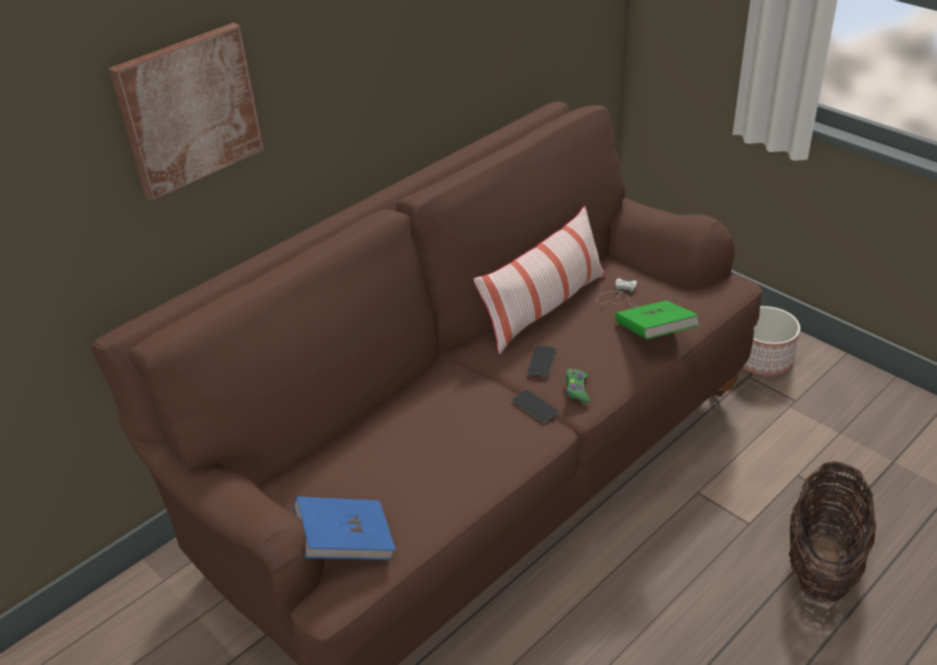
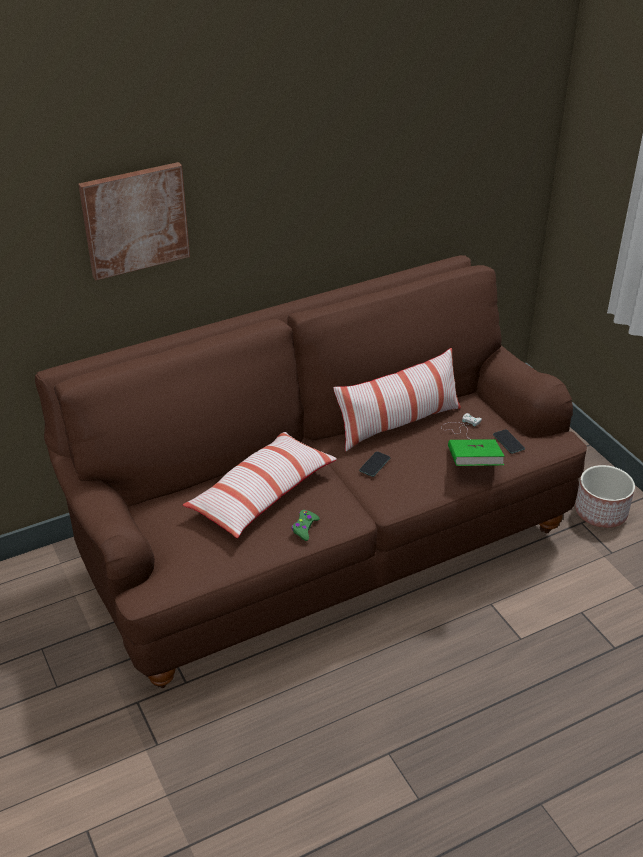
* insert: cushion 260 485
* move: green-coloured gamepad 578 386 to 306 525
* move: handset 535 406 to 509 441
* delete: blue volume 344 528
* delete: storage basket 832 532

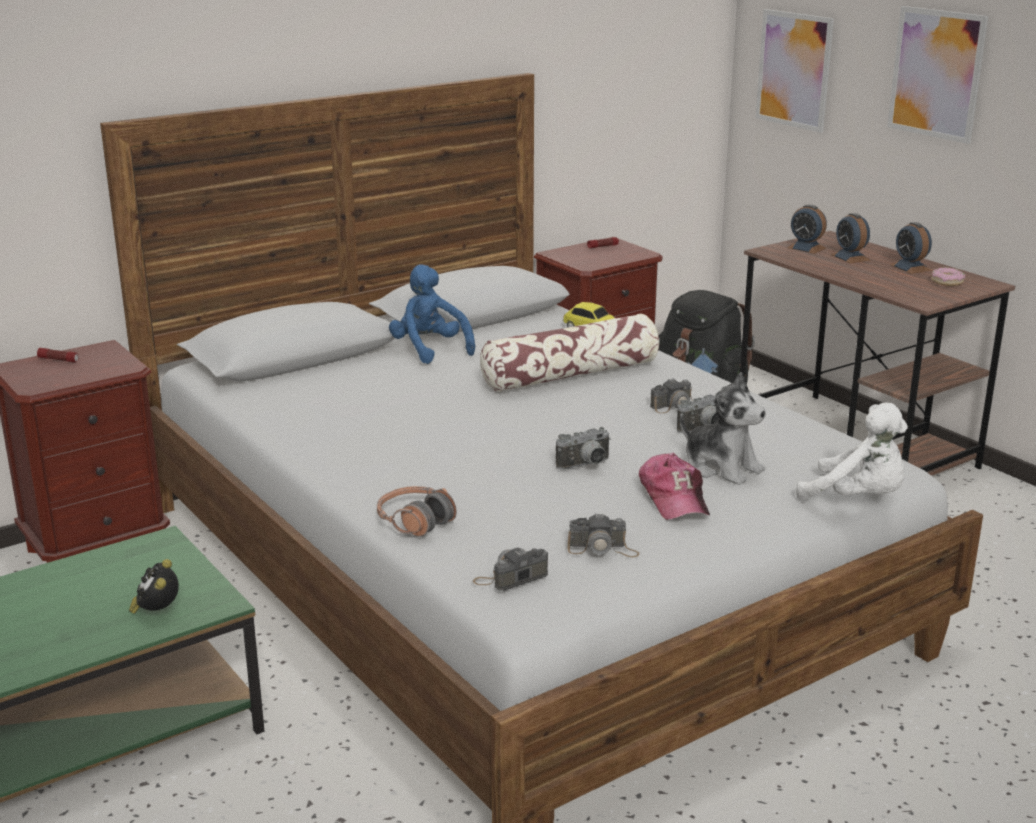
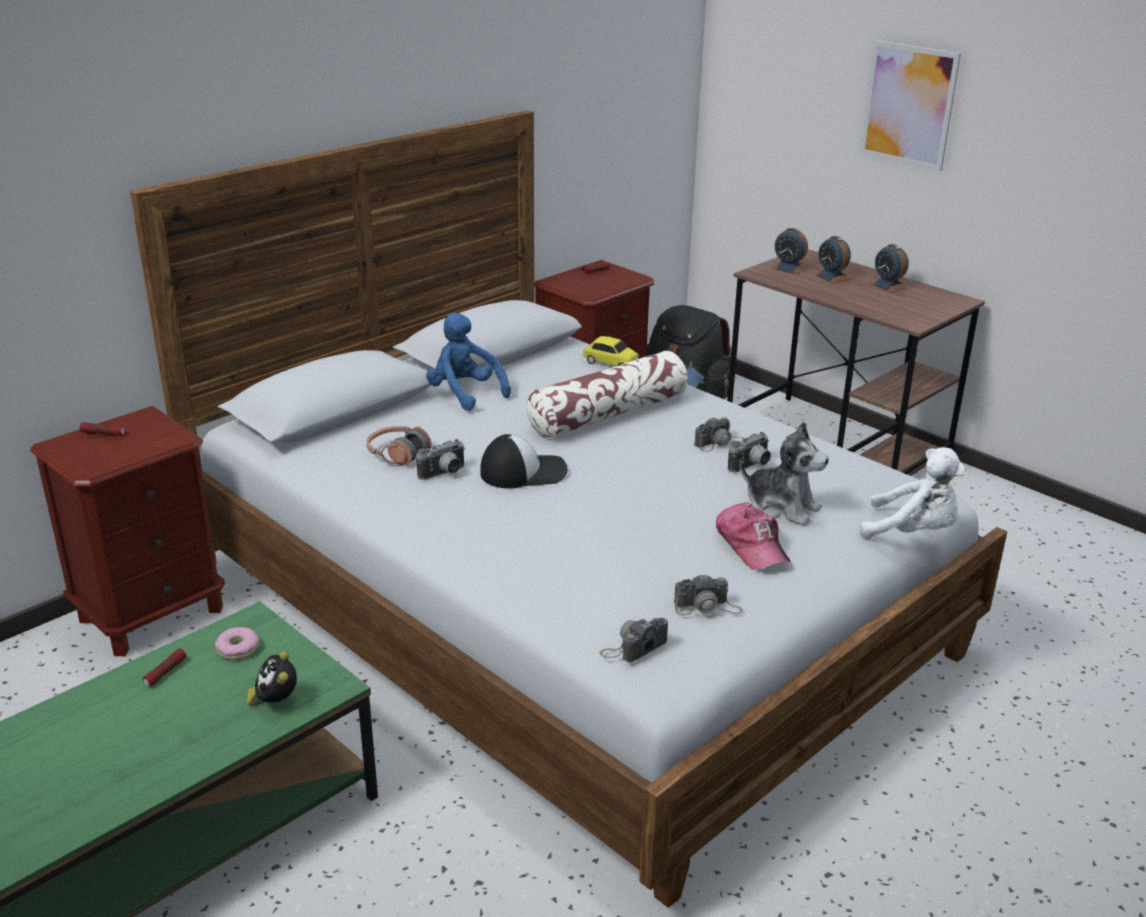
* insert: hand torch 164 668
* move: ring doughnut 948 276 to 237 643
* move: headphones 417 511 to 399 446
* move: photo camera 583 448 to 440 459
* insert: baseball cap 524 461
* delete: wall picture 795 71

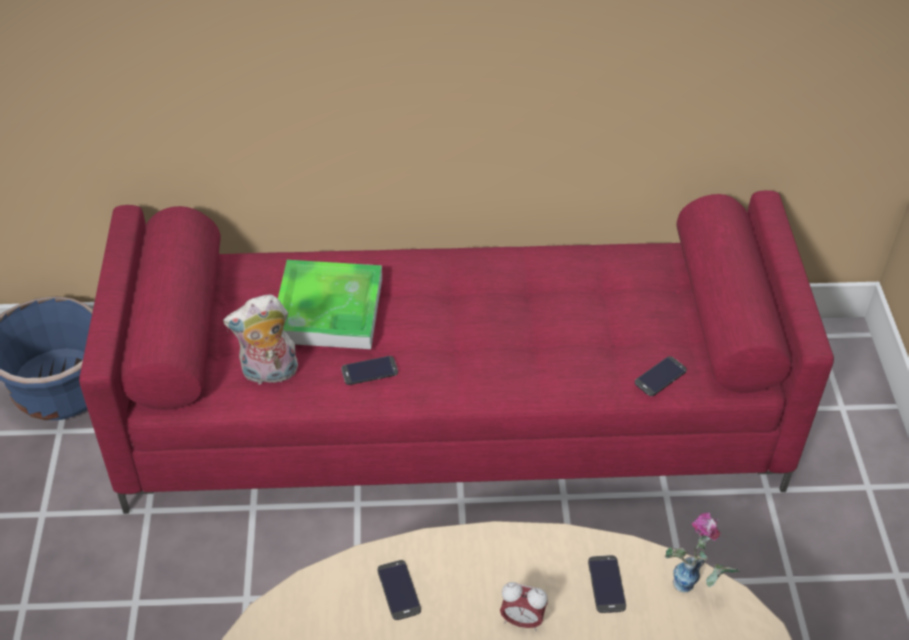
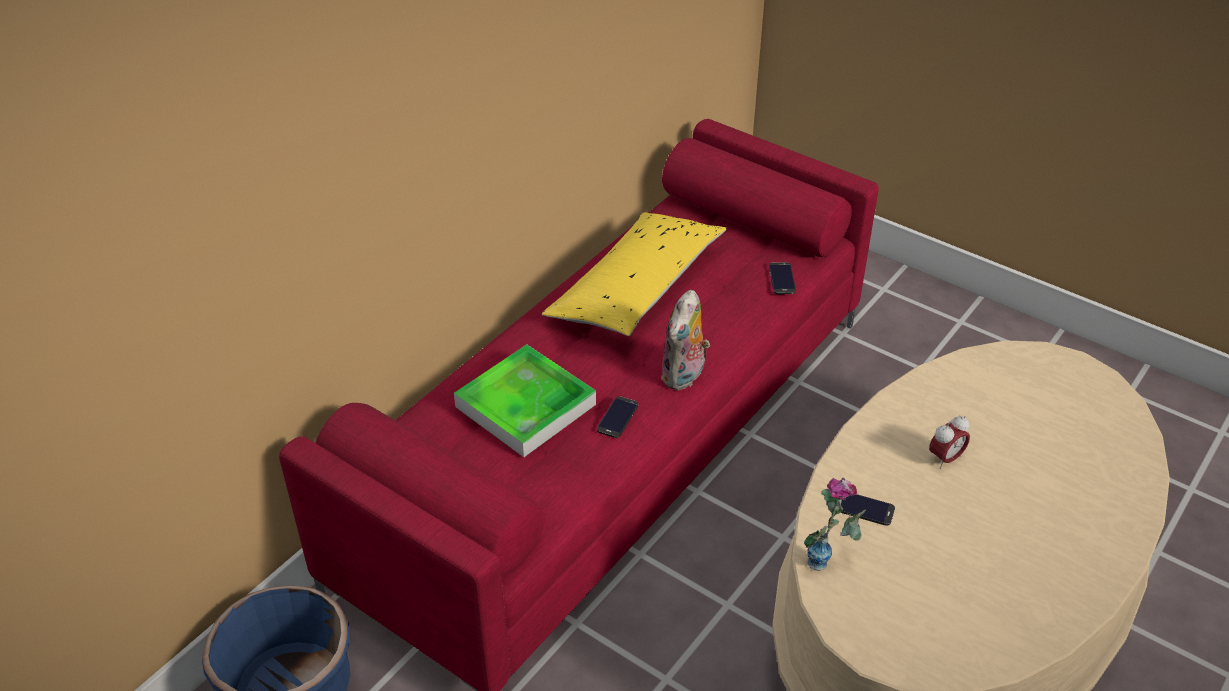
* insert: yellowish cushion 634 274
* move: plush toy 260 339 to 685 340
* move: vase 702 552 to 835 524
* delete: handset 607 584

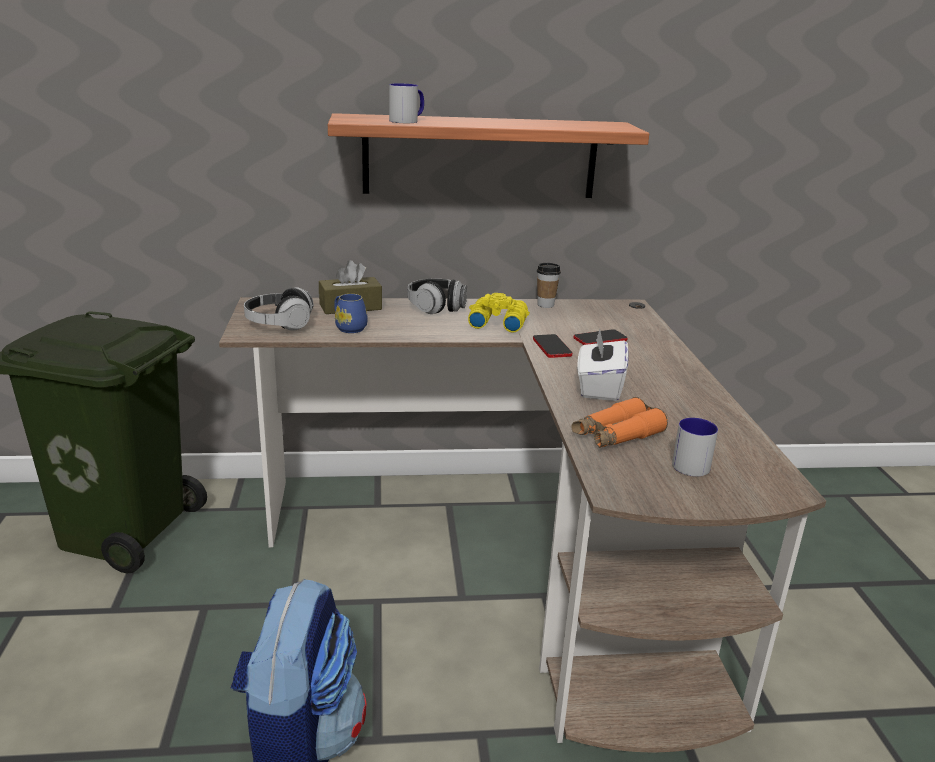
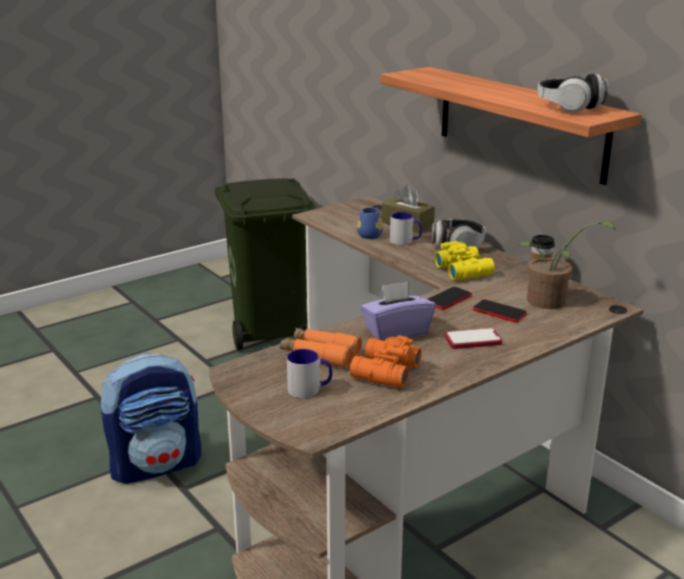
* insert: orange-coloured binoculars 385 361
* recolor: white-coloured box of tissues 603 365 to purple-coloured box of tissues 398 311
* move: coffee mug 406 103 to 406 228
* insert: handset 473 338
* insert: houseplant 567 265
* move: headphones 279 309 to 573 92

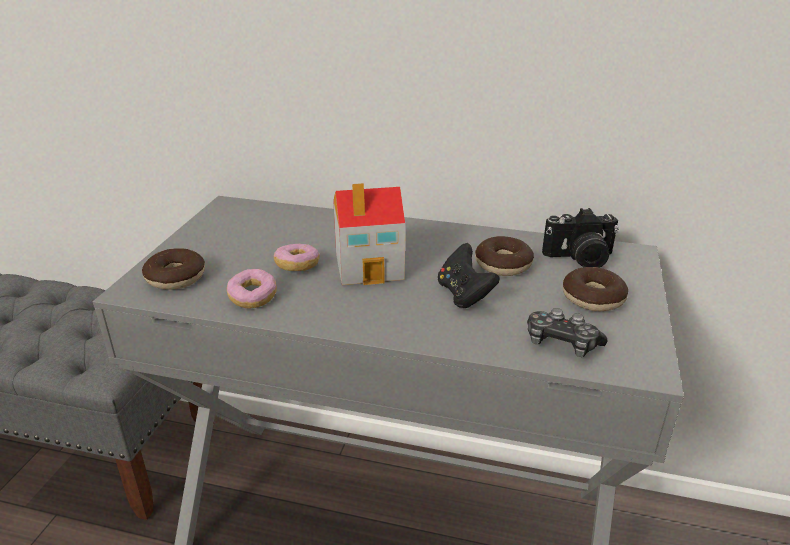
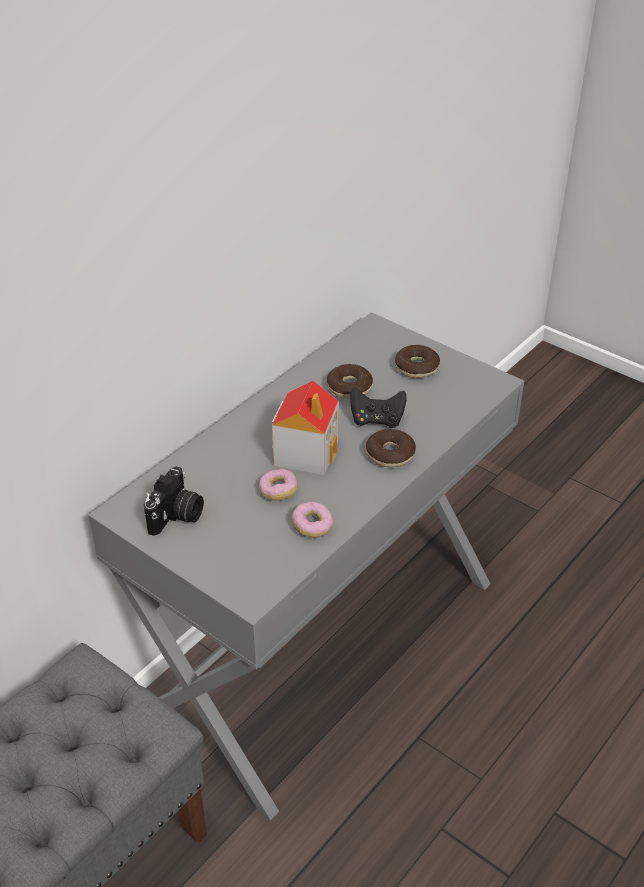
* move: photo camera 580 238 to 174 501
* move: ring doughnut 173 269 to 391 448
* delete: gamepad 567 332

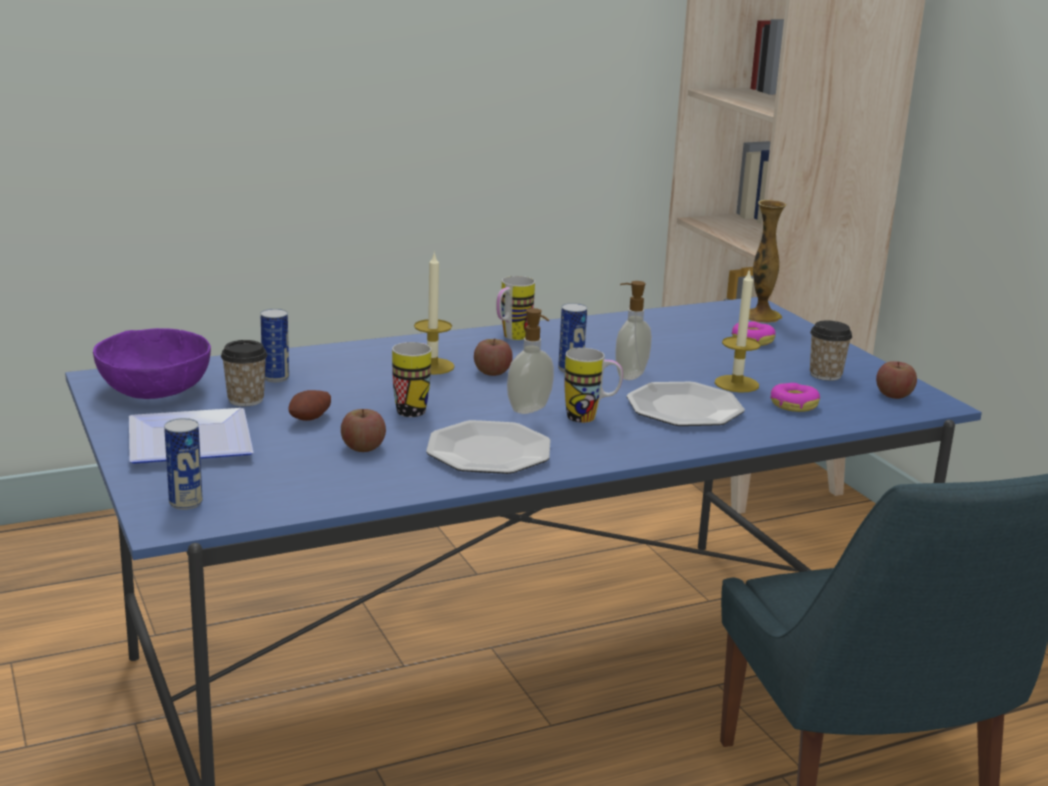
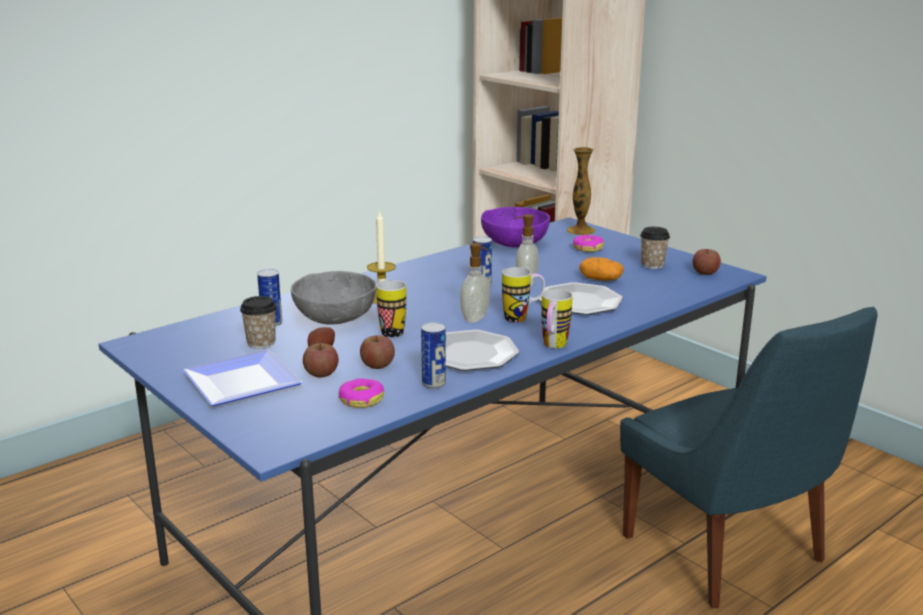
* insert: gray serving bowl 334 298
* move: whole apple 493 357 to 320 360
* move: ring doughnut 795 397 to 361 393
* move: metal can 183 464 to 433 355
* move: purple-coloured serving bowl 152 363 to 515 227
* move: coffee mug 515 308 to 557 318
* replace: wax light 737 330 to whole potato 601 269

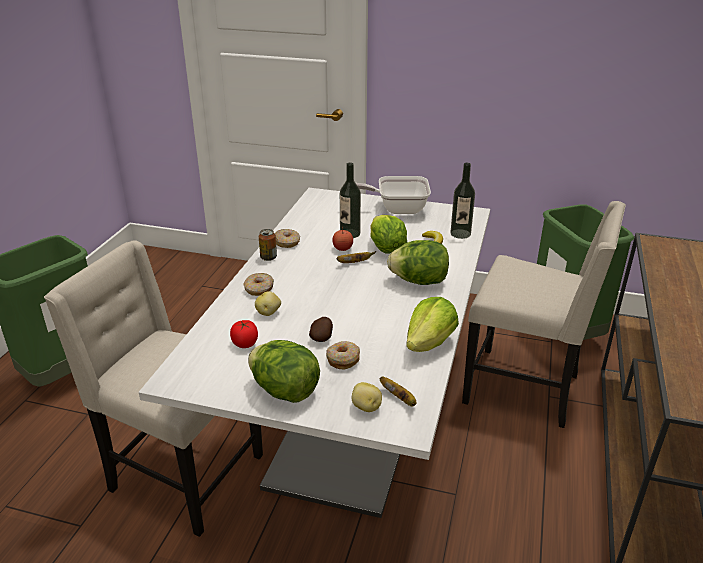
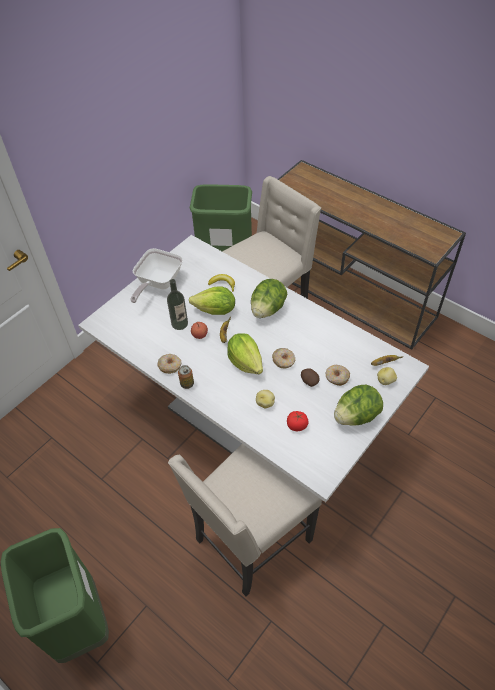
* move: lettuce 432 324 to 245 353
* move: ring doughnut 258 284 to 283 358
* delete: bottle 462 201

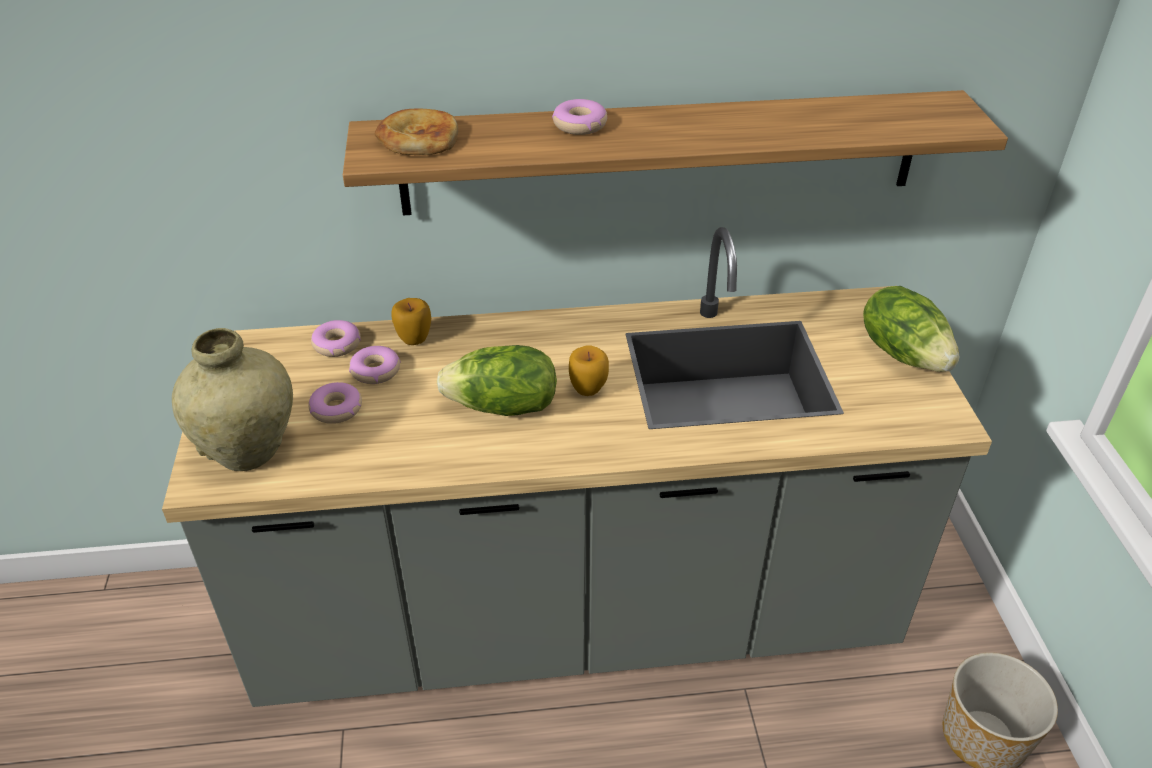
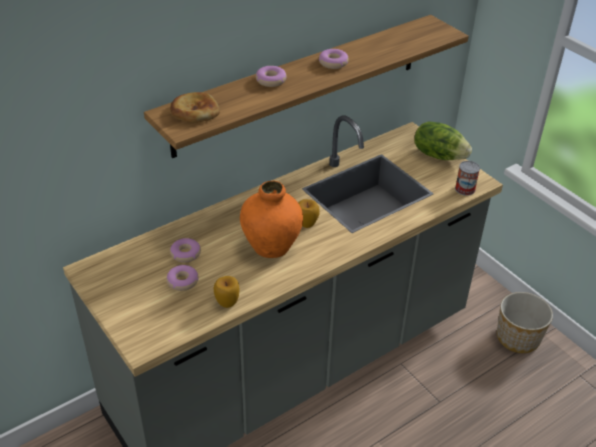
* move: whole apple 411 321 to 227 292
* replace: lettuce 497 380 to orange-coloured vase 271 219
* move: ring doughnut 336 338 to 334 59
* insert: metal can 467 178
* delete: beige-coloured vase 232 399

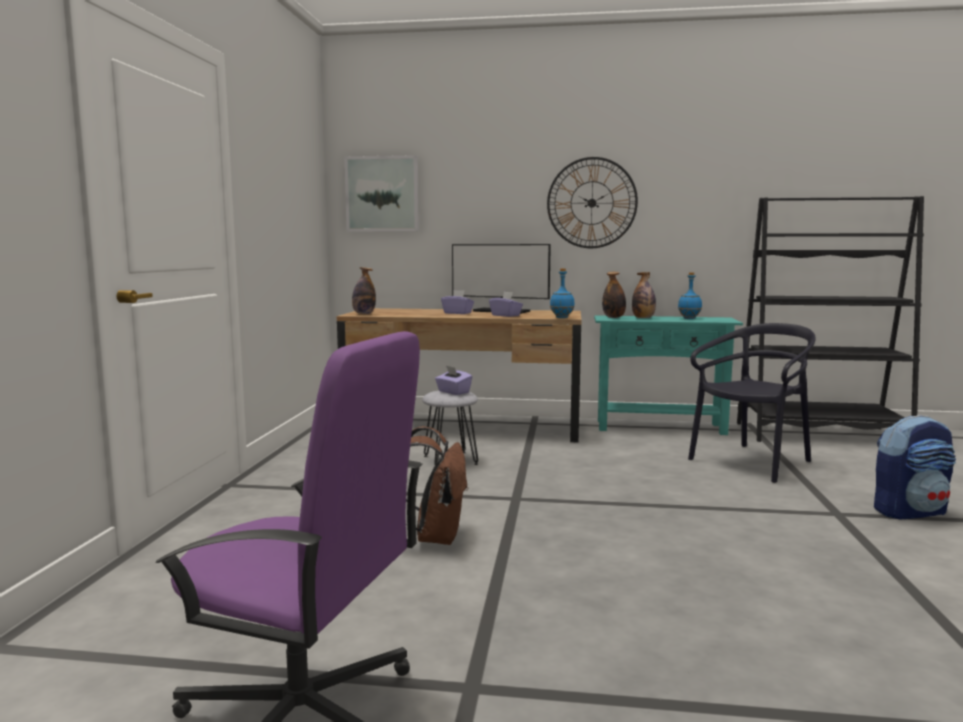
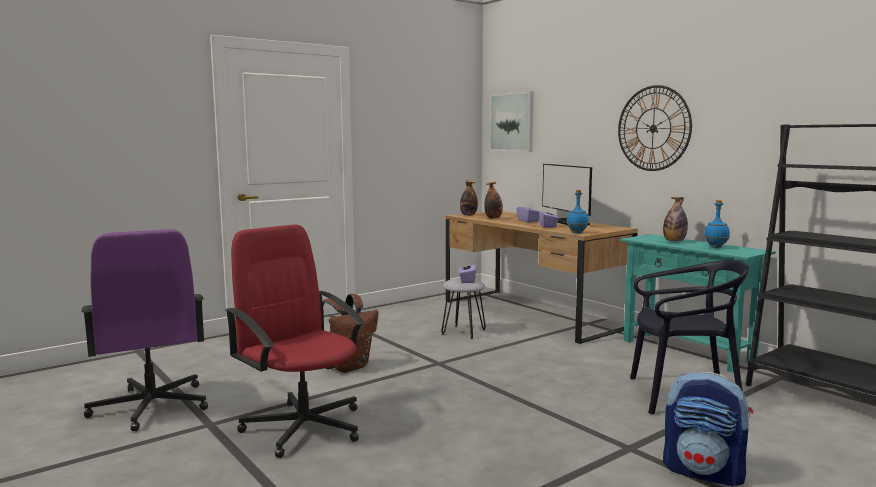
* insert: reddish office chair 295 341
* move: bottle 614 295 to 493 200

